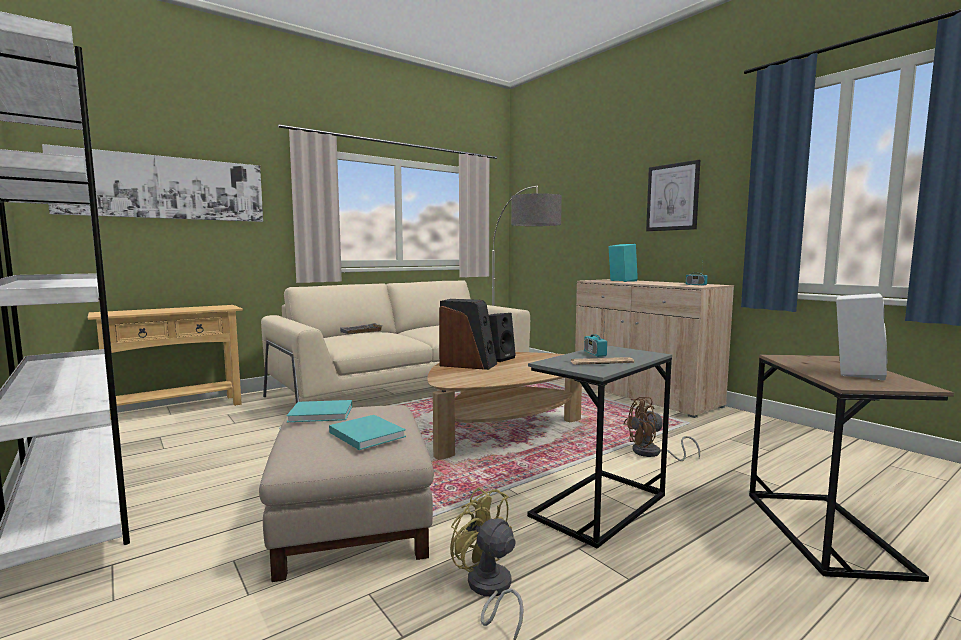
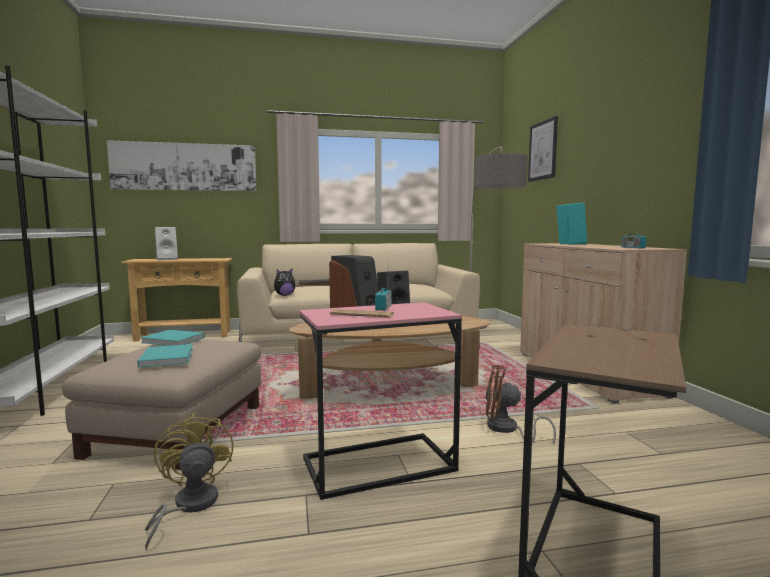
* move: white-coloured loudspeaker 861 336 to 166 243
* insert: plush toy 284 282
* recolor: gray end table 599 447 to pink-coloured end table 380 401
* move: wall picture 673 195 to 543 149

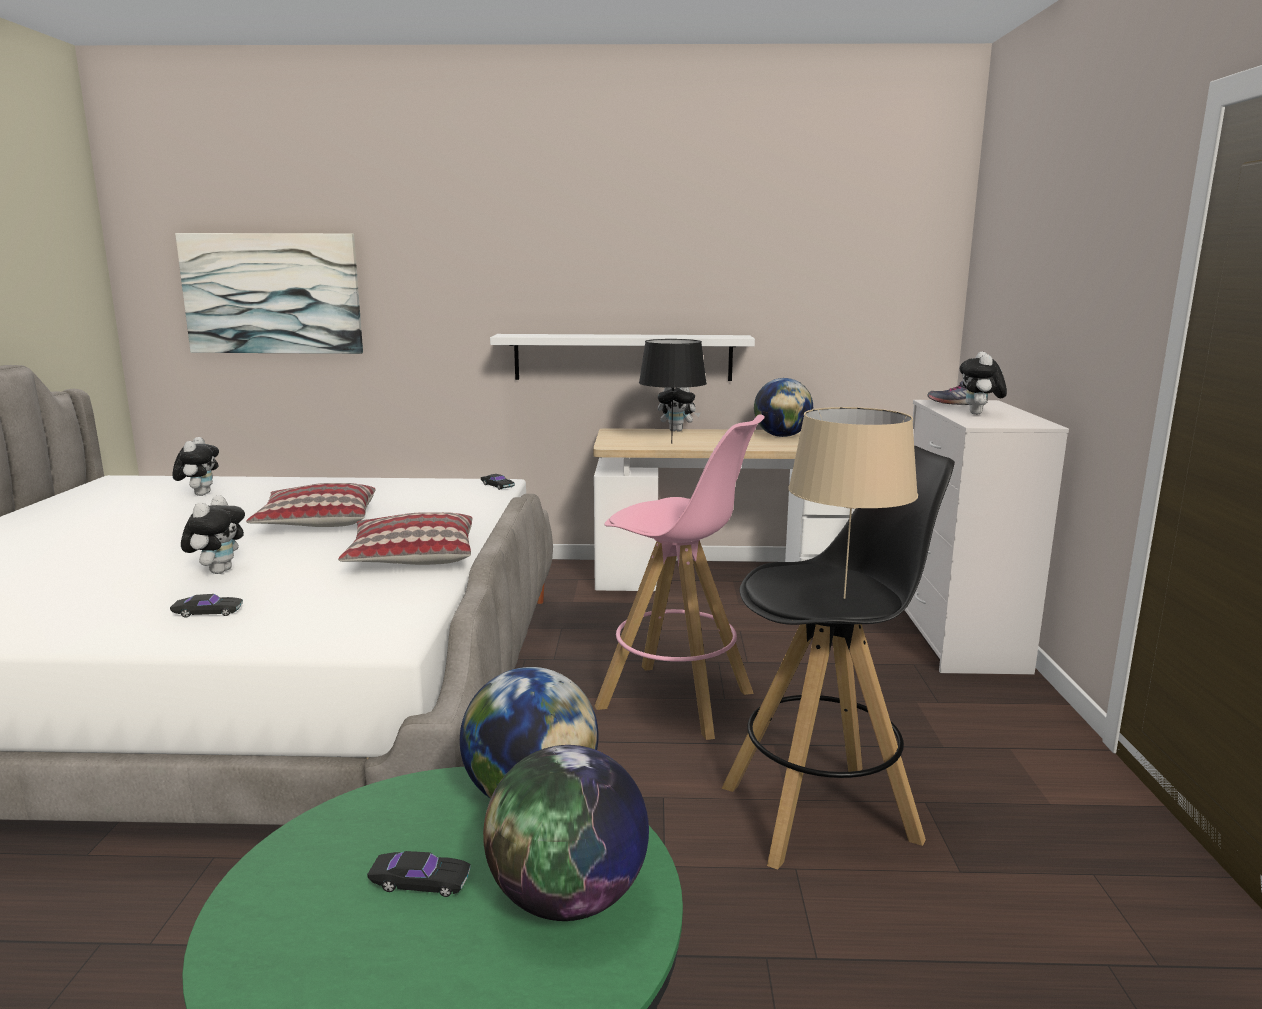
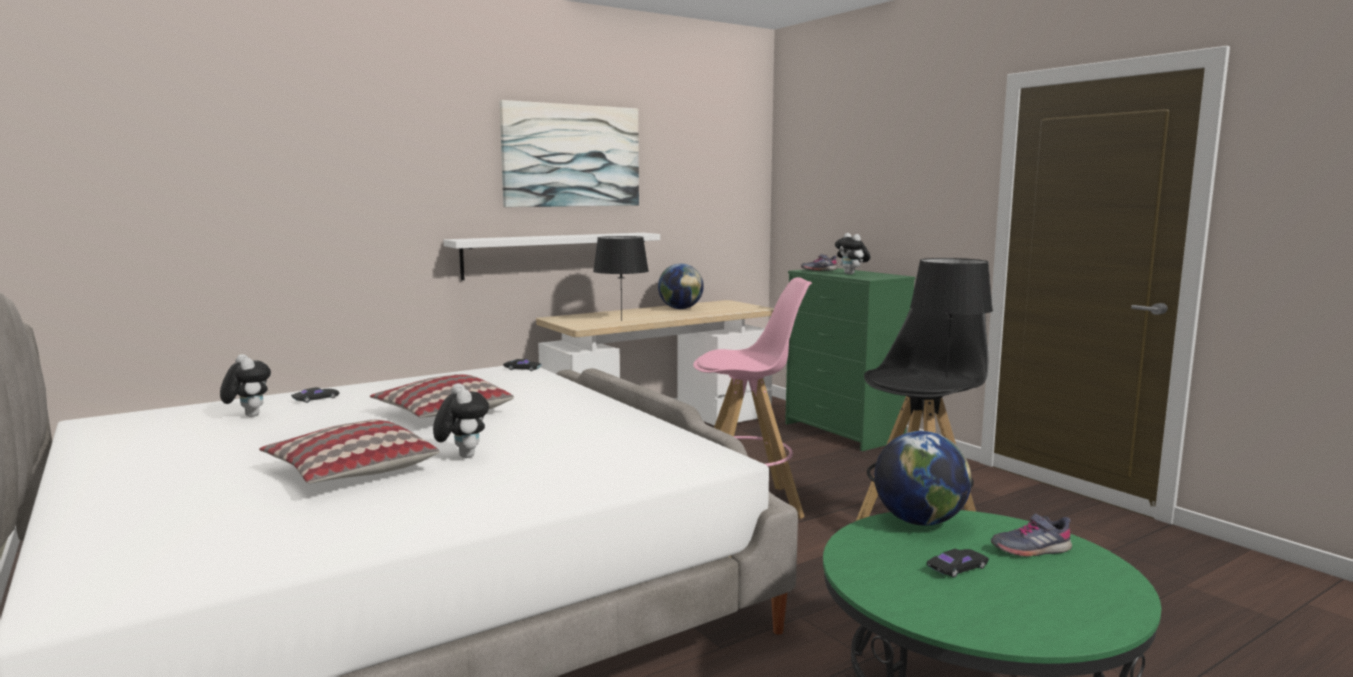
* move: cushion 405 538 to 349 451
* move: black-coloured toy car 206 606 to 315 395
* move: wall picture 269 293 to 569 153
* recolor: white-coloured drawer chest 986 537 to green-coloured drawer chest 850 359
* recolor: beige-coloured lamp for a table 853 503 to black-coloured lamp for a table 951 318
* replace: globe 566 833 to gray shoe 1031 535
* delete: plush toy 679 409

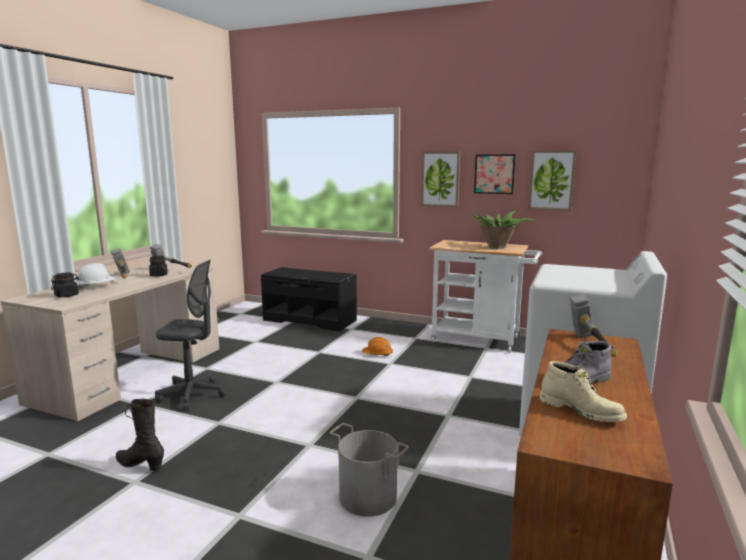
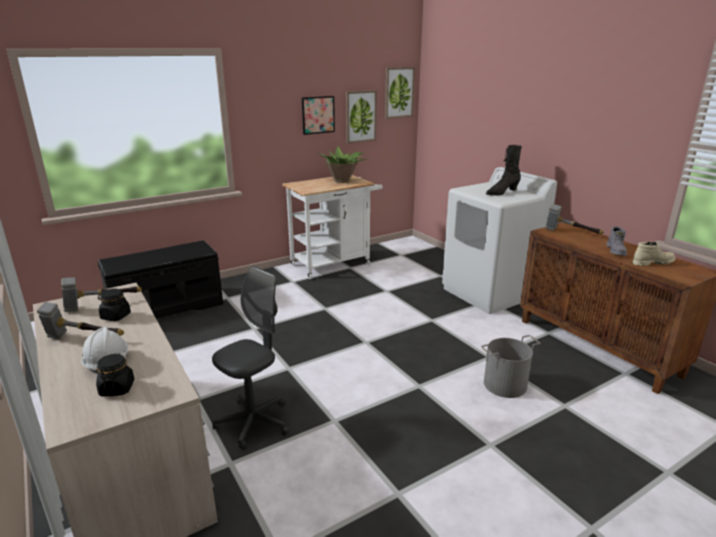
* move: wall picture 440 179 to 400 93
* move: black-coloured tall boot 140 435 to 504 170
* delete: orange-coloured work helmet 377 346

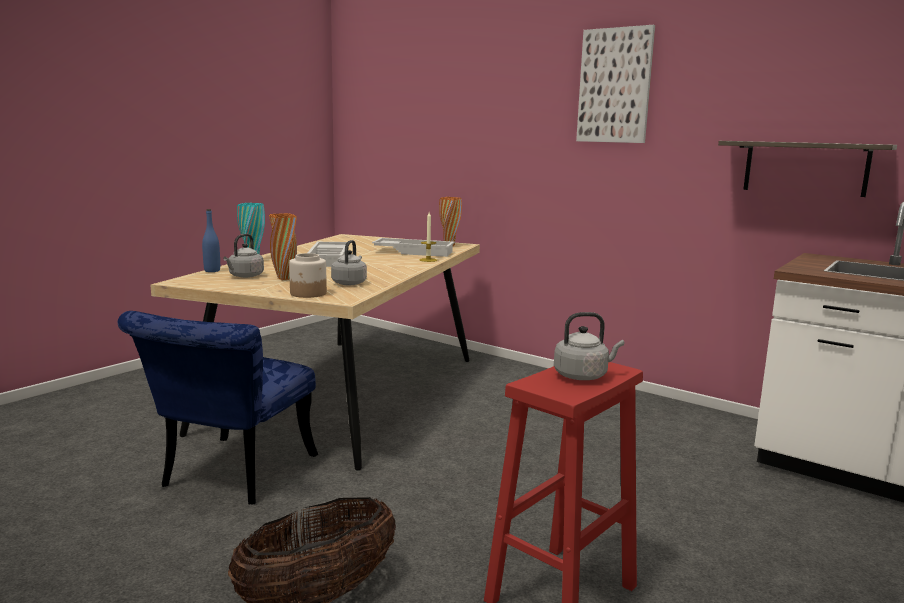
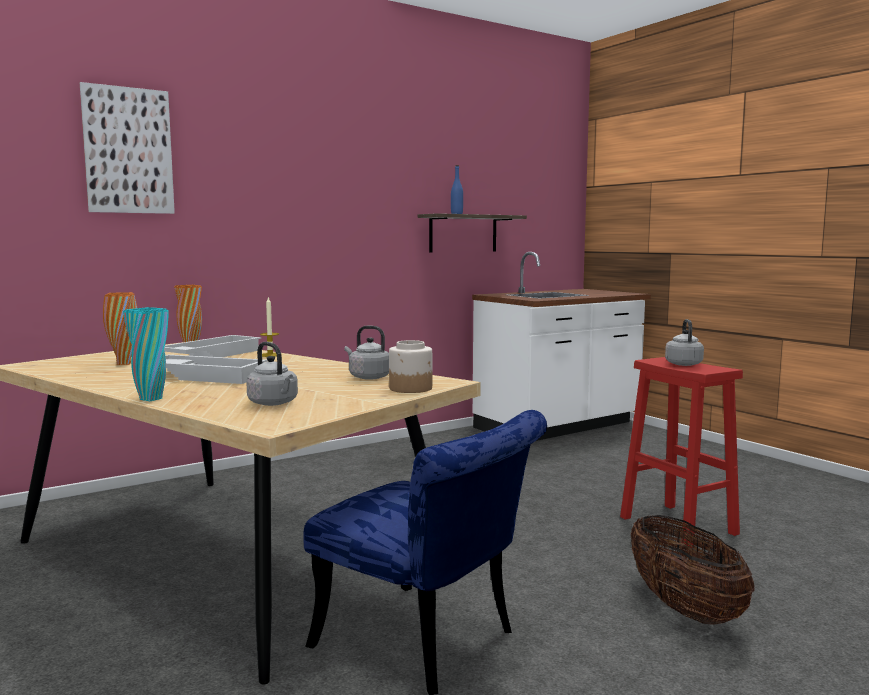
* move: wall picture 615 84 to 127 148
* move: orange-coloured vase 283 246 to 120 328
* move: blue bottle 211 240 to 457 189

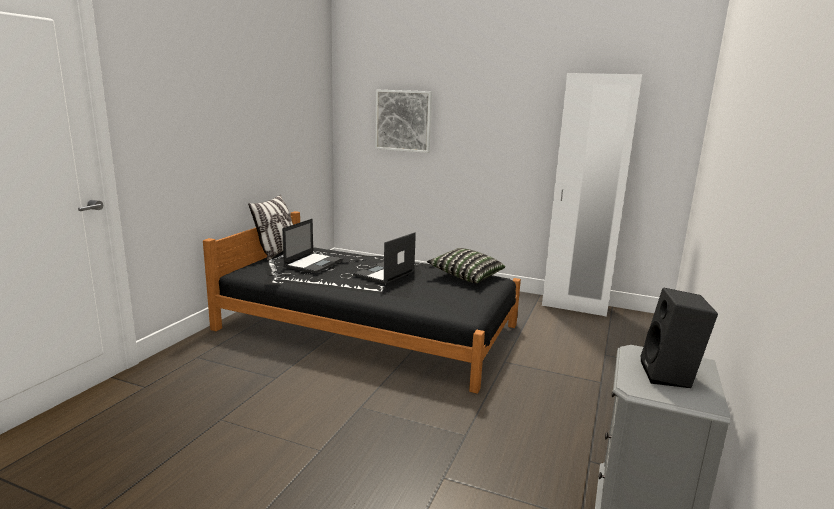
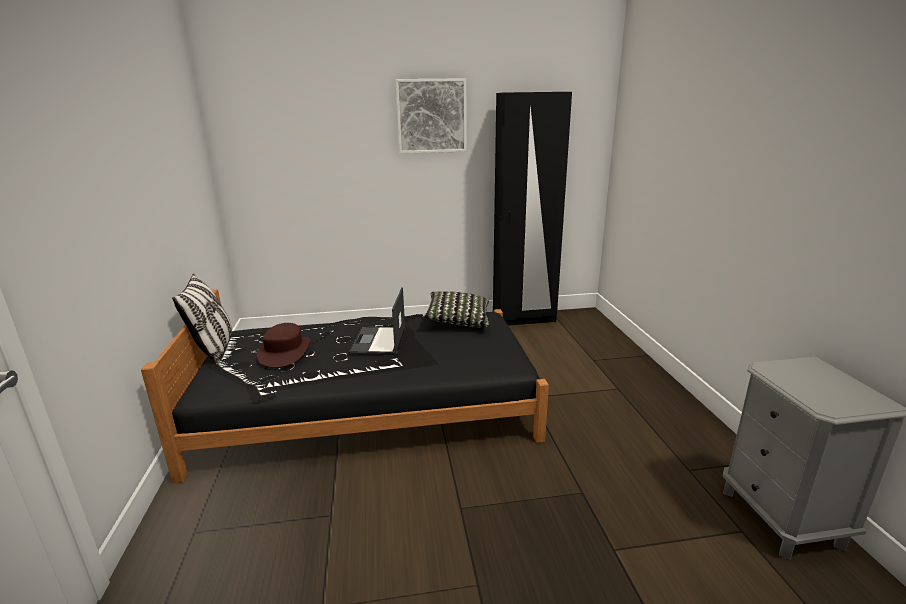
* replace: laptop 312 246 to brownish clothing hat 283 345
* move: wall picture 403 121 to 431 116
* recolor: white-coloured clothes cupboard 592 195 to black-coloured clothes cupboard 532 209
* delete: black-coloured loudspeaker 679 338

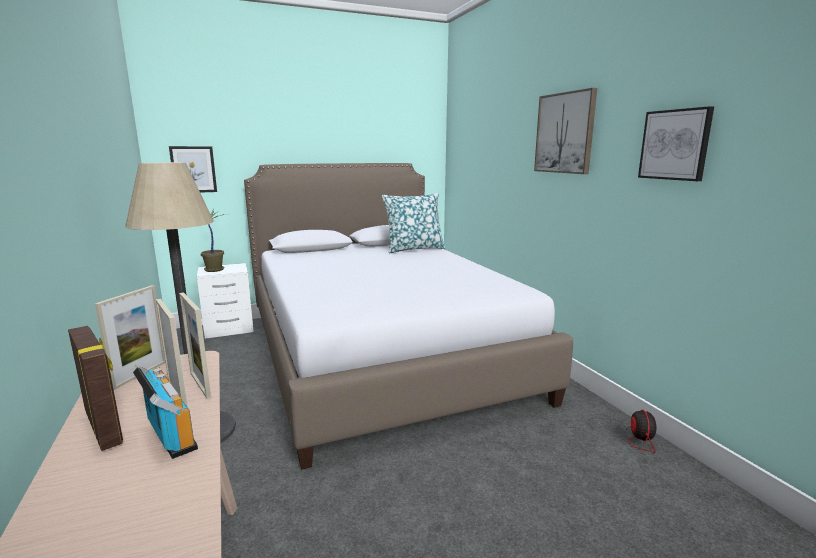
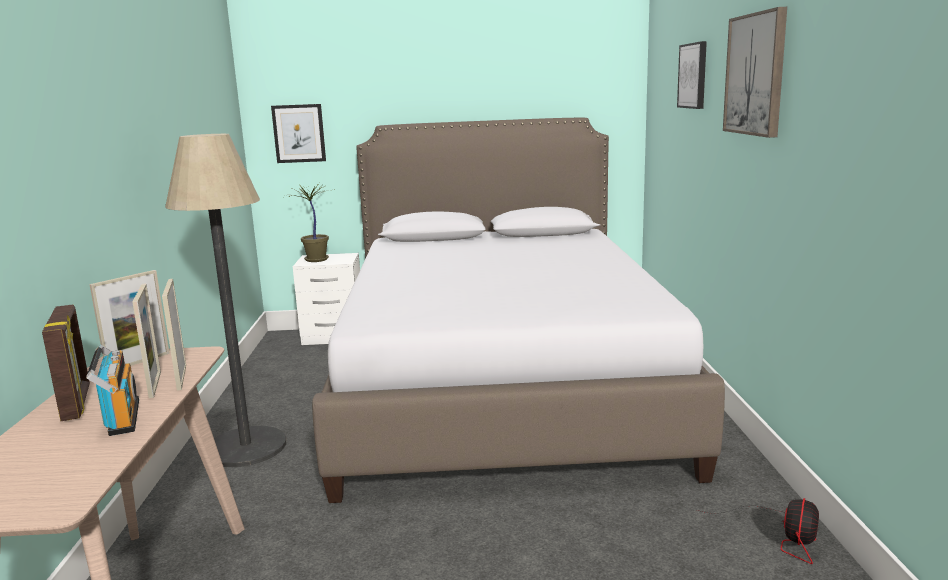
* move: wall picture 676 143 to 692 75
* delete: cushion 414 223

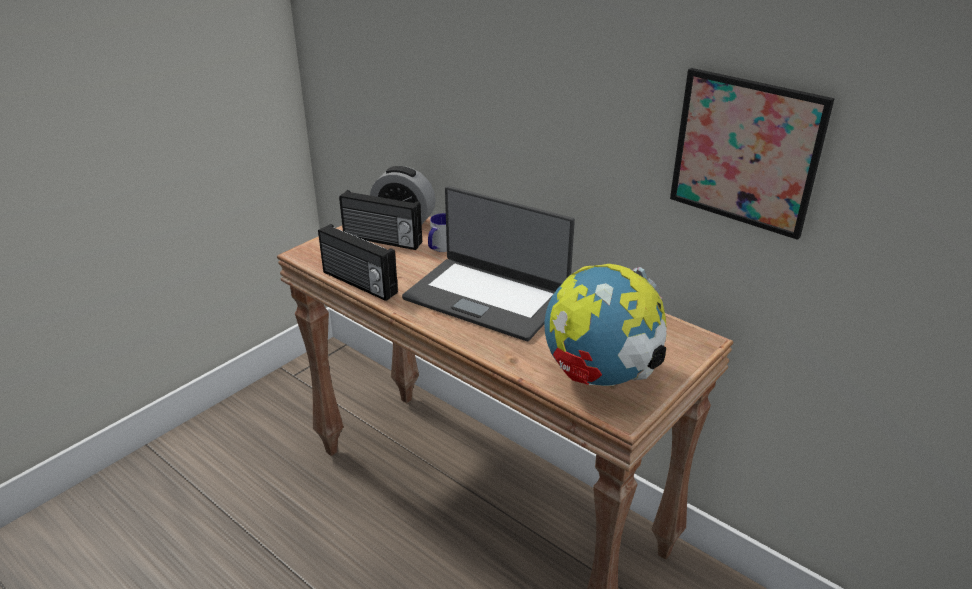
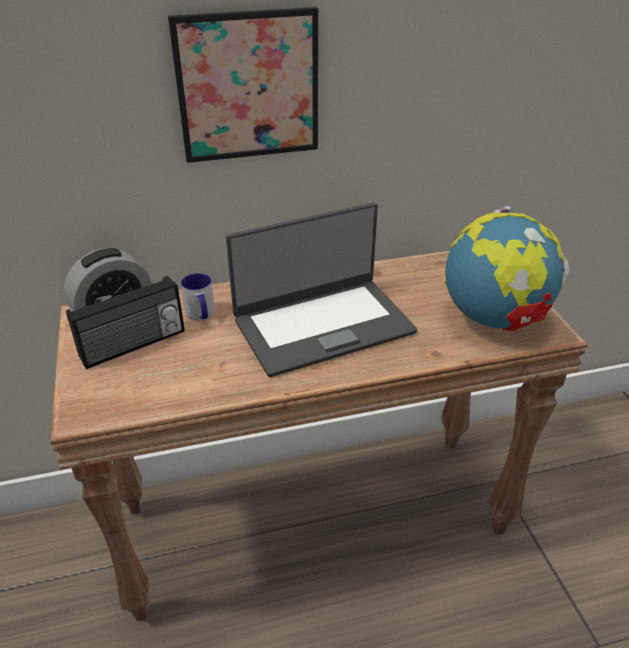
* move: wall picture 752 154 to 243 85
* delete: radio receiver 358 262

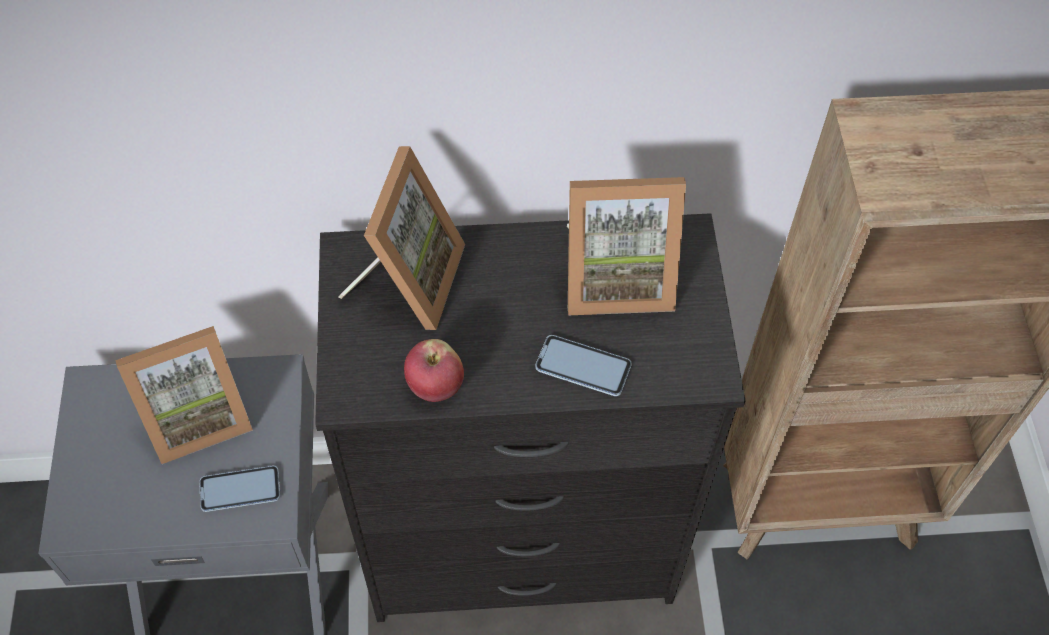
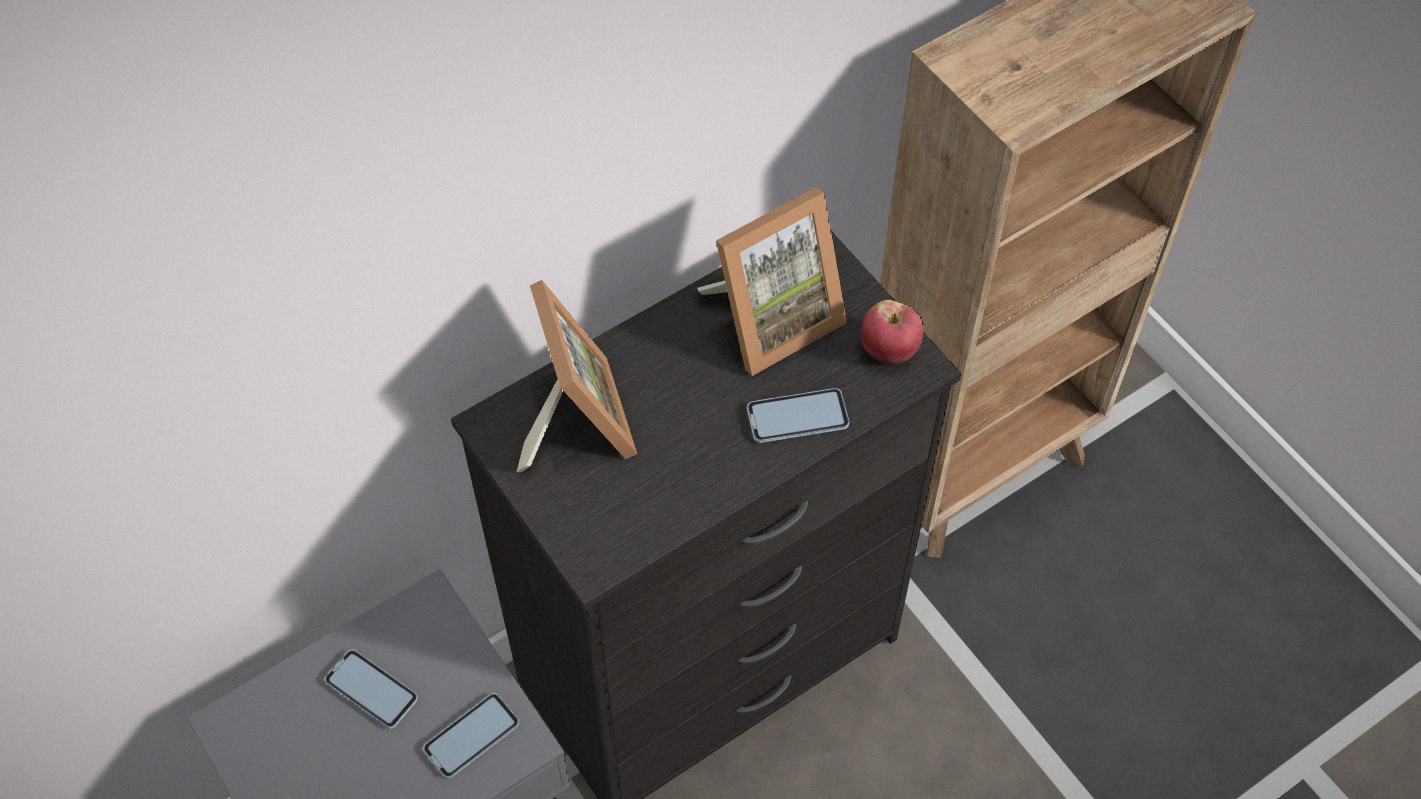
* replace: standing frame 184 395 to handset 371 689
* move: whole apple 434 370 to 892 332

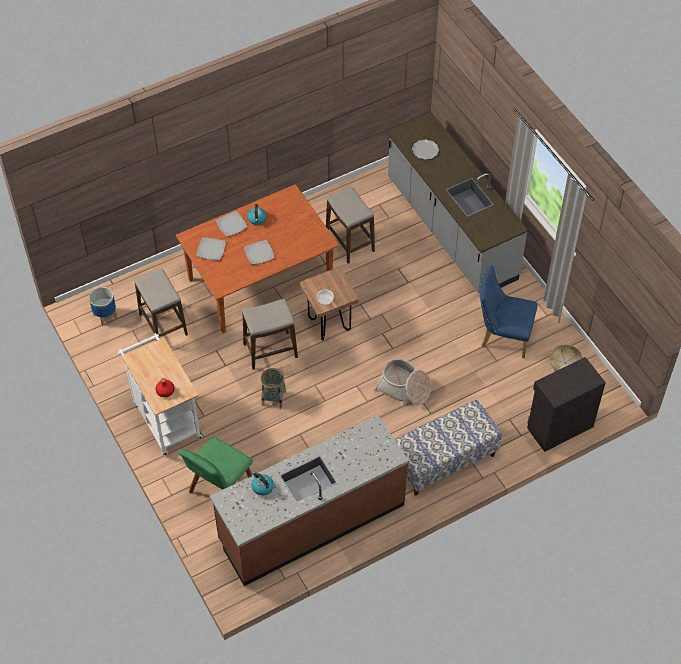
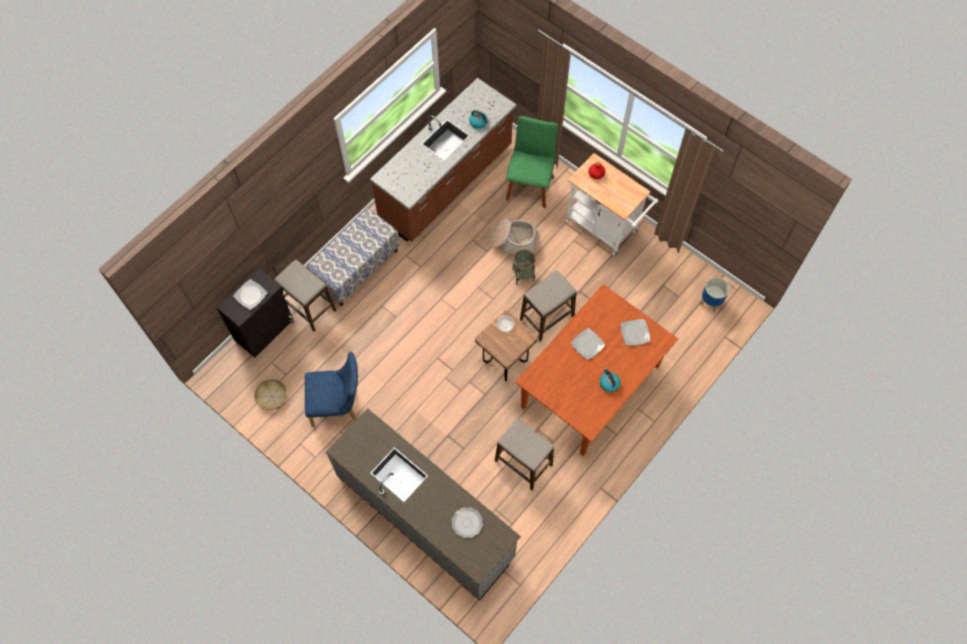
* move: dinner plate 231 223 to 250 294
* move: sitting stool 161 305 to 305 295
* move: storage basket 402 382 to 514 237

